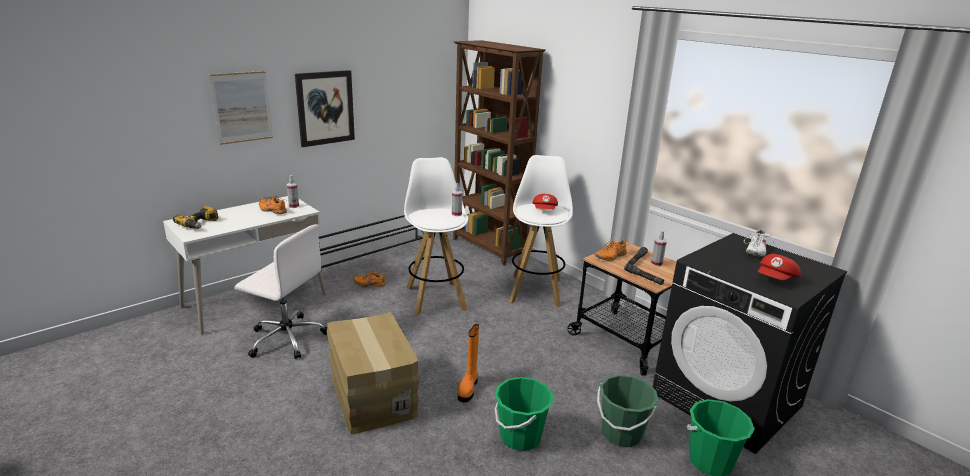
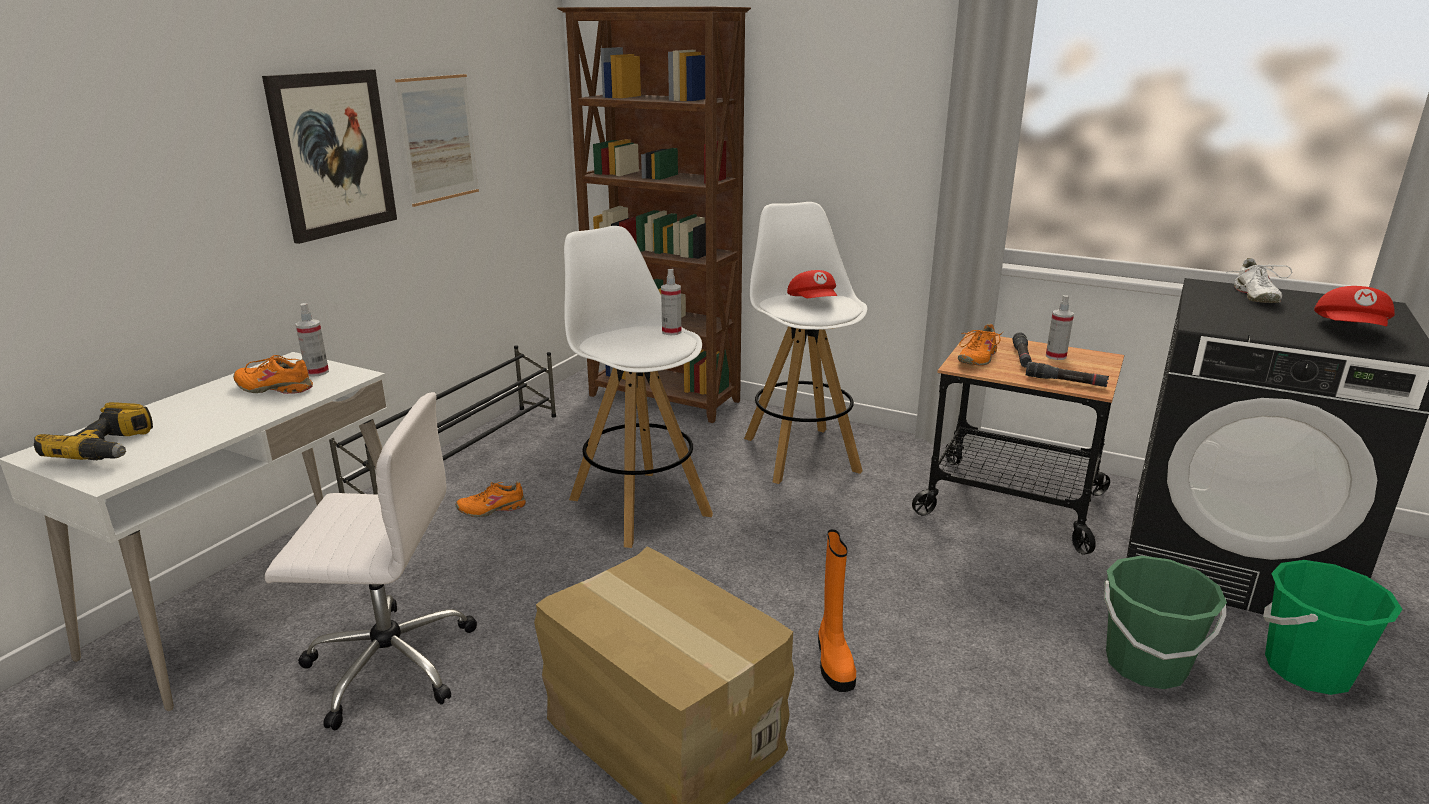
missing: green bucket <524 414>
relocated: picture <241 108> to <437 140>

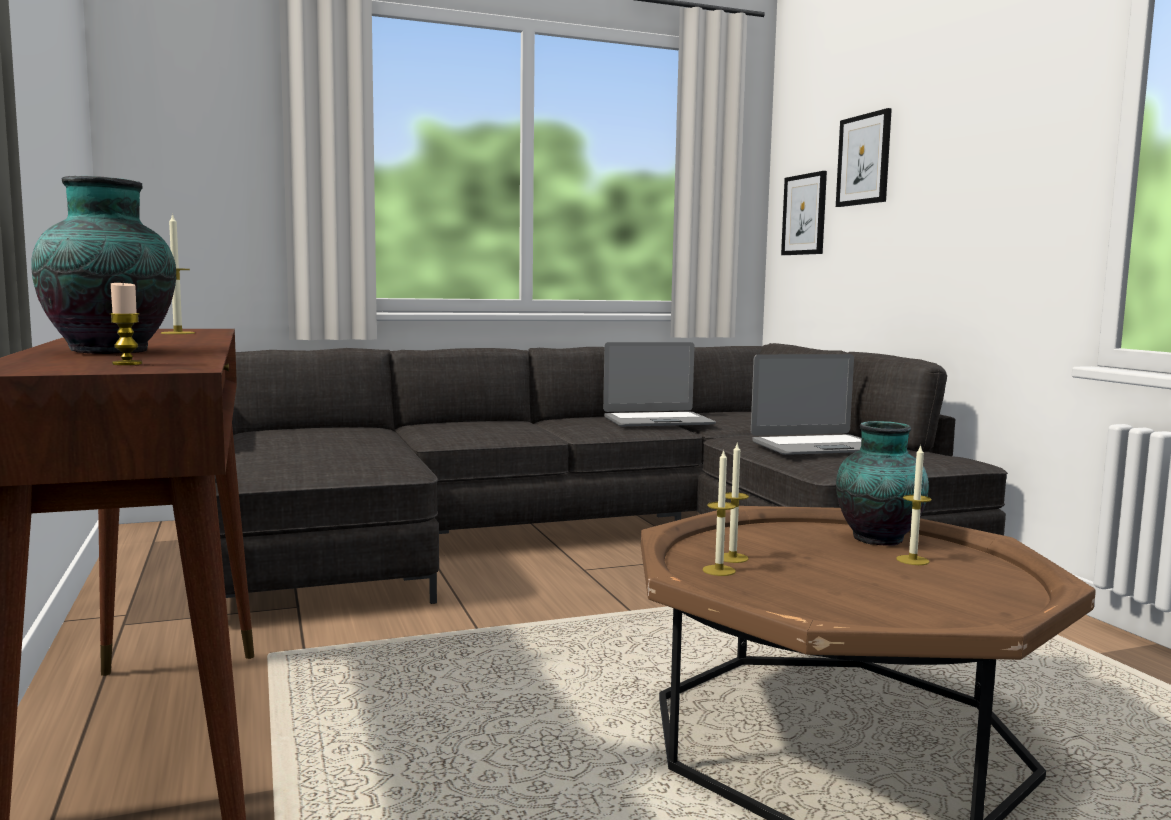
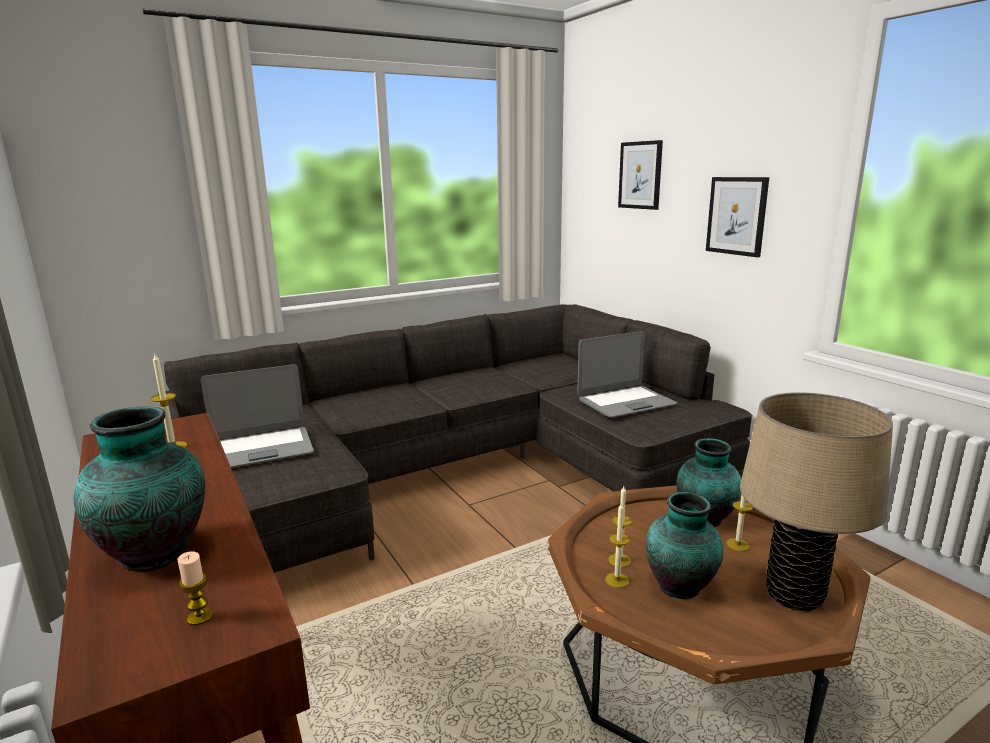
appeared: vase <684 545>; beige table lamp <816 502>
relocated: laptop <659 384> to <257 416>; picture <804 213> to <737 217>

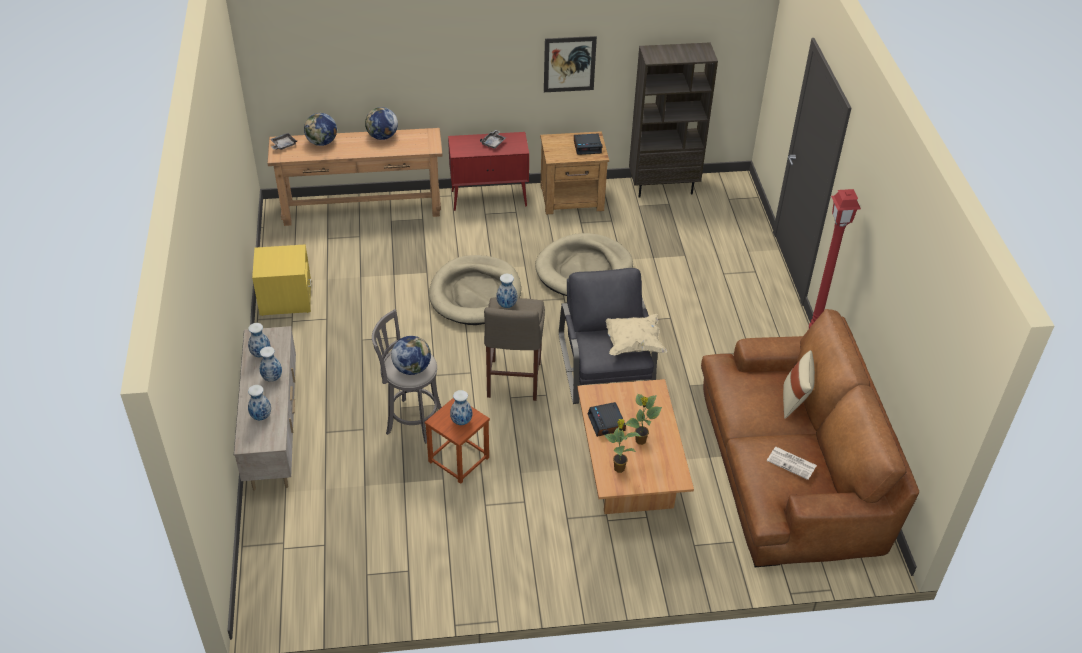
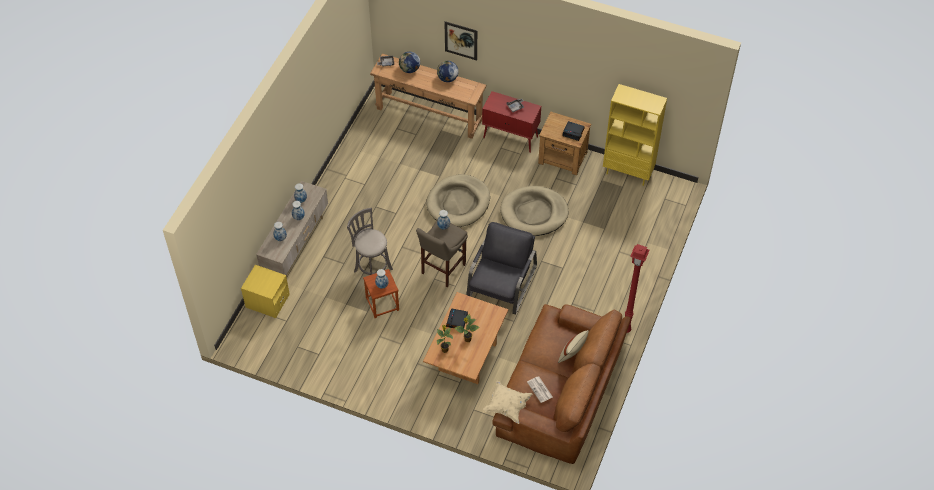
missing: globe <411 355>
relocated: yellow nightstand <281 280> to <265 291>; picture <570 64> to <460 40>; beige pillow <636 334> to <507 402>
colour: brown bookcase <673 120> to yellow bookcase <635 135>

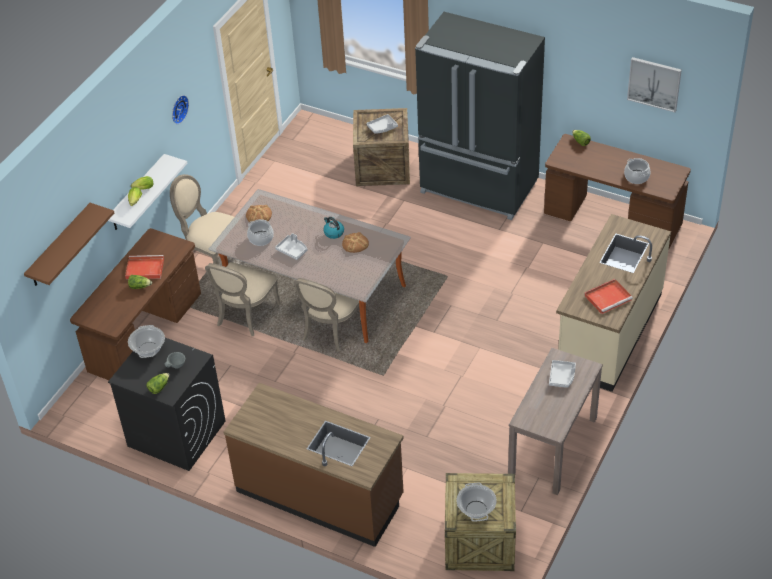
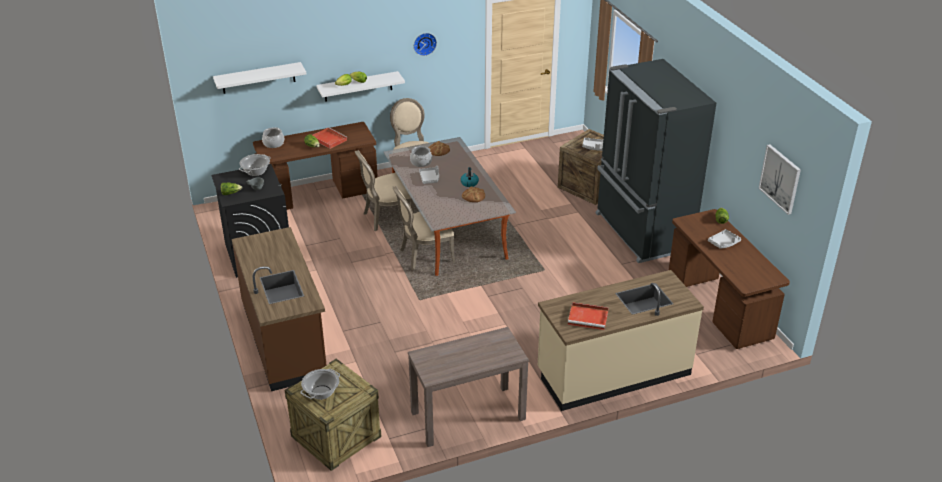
relocated: cooking pot <637 171> to <273 137>; grey tray <562 374> to <724 238>
colour: brown shelf <69 244> to white shelf <259 78>

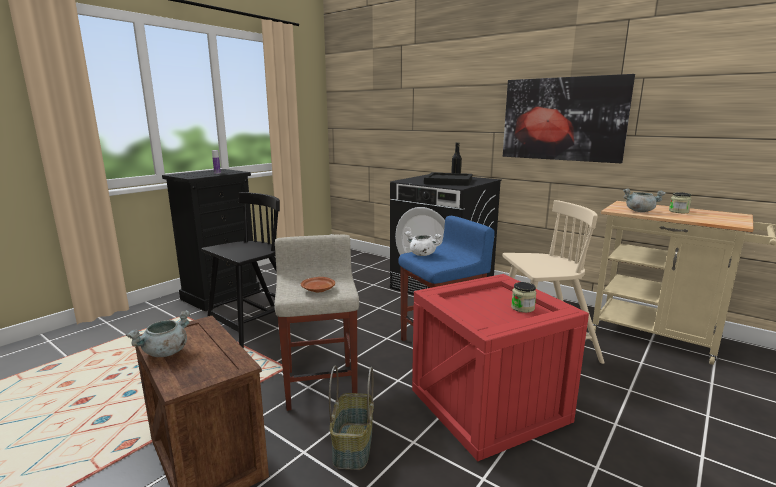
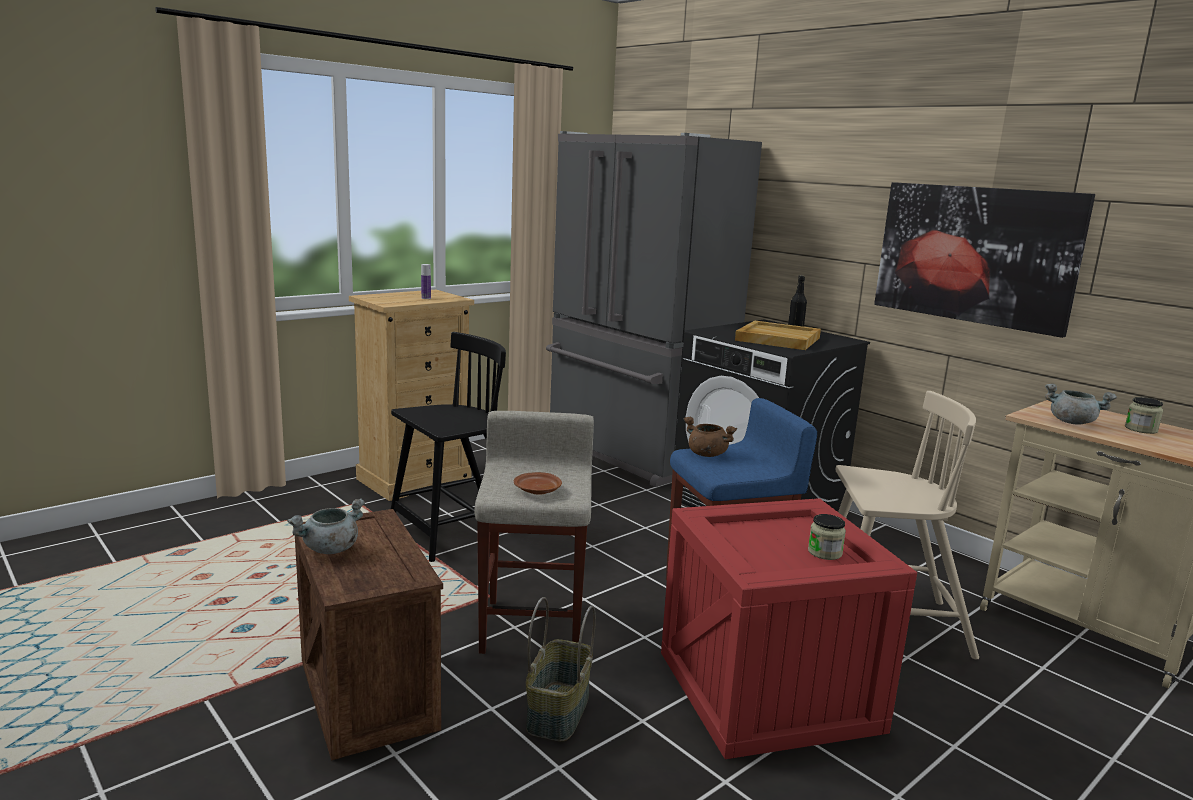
appeared: grey fridge <654 309>
colour: black dresser <211 240> to beige dresser <411 395>; white cooking pot <423 243> to brown cooking pot <710 437>; black tray <448 179> to beige tray <778 335>

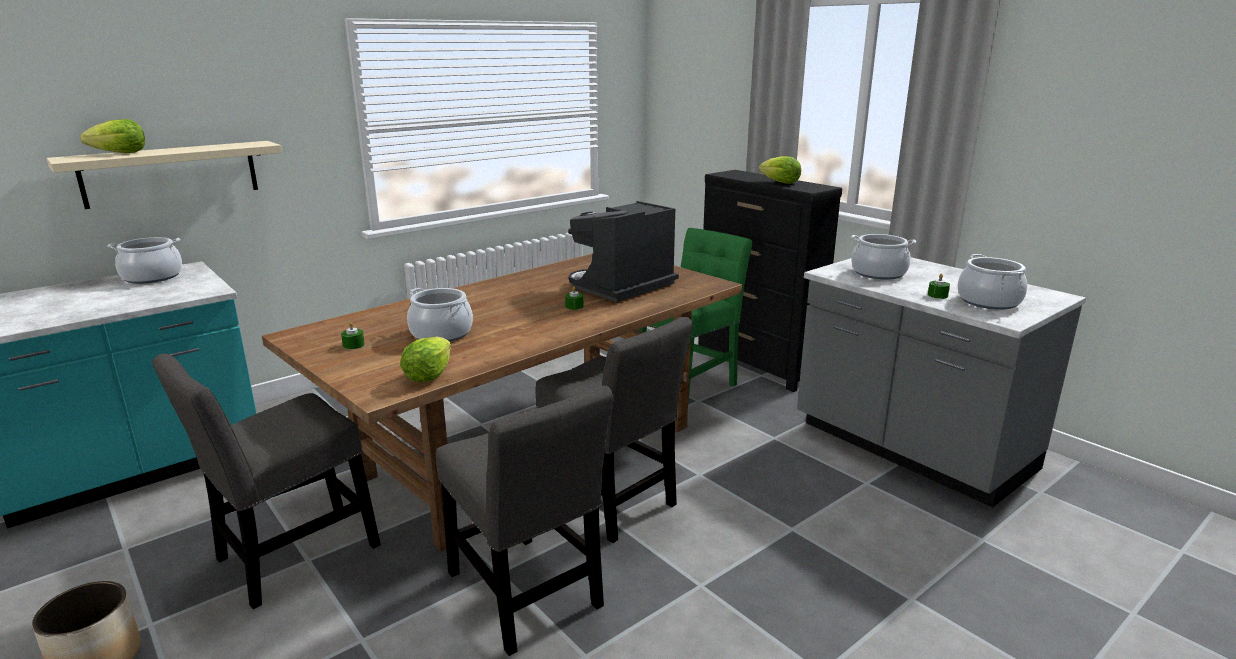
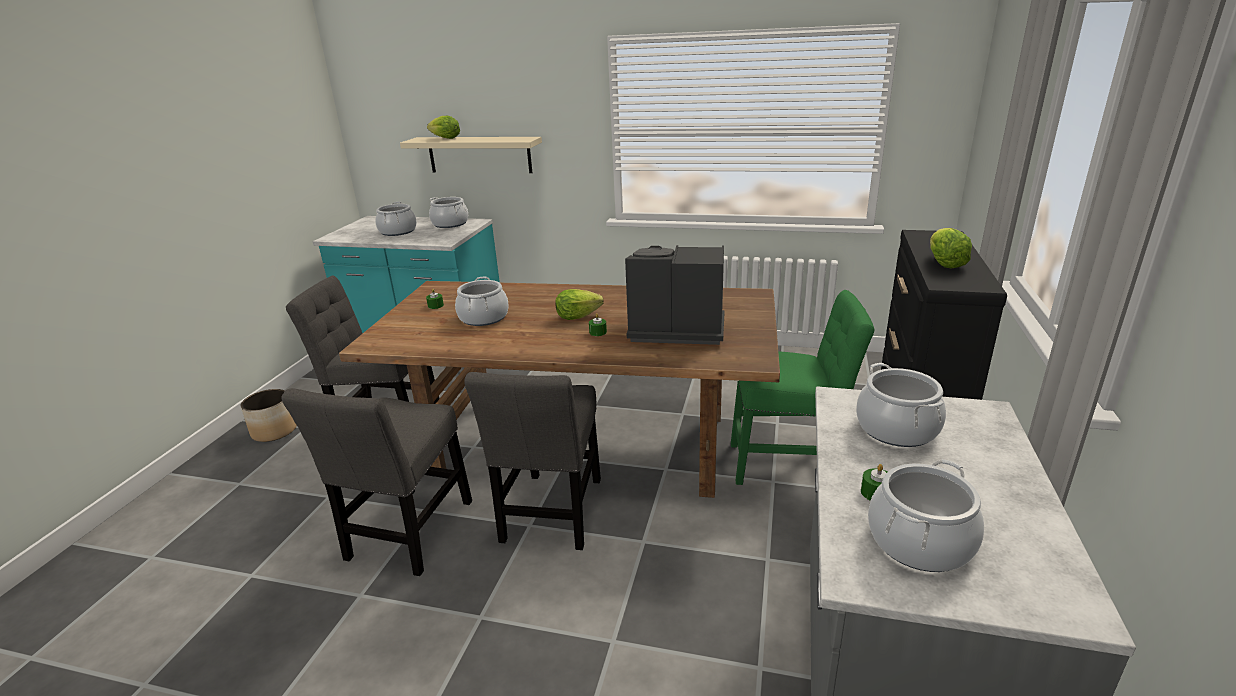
appeared: cooking pot <396 219>
relocated: lettuce <425 359> to <579 304>

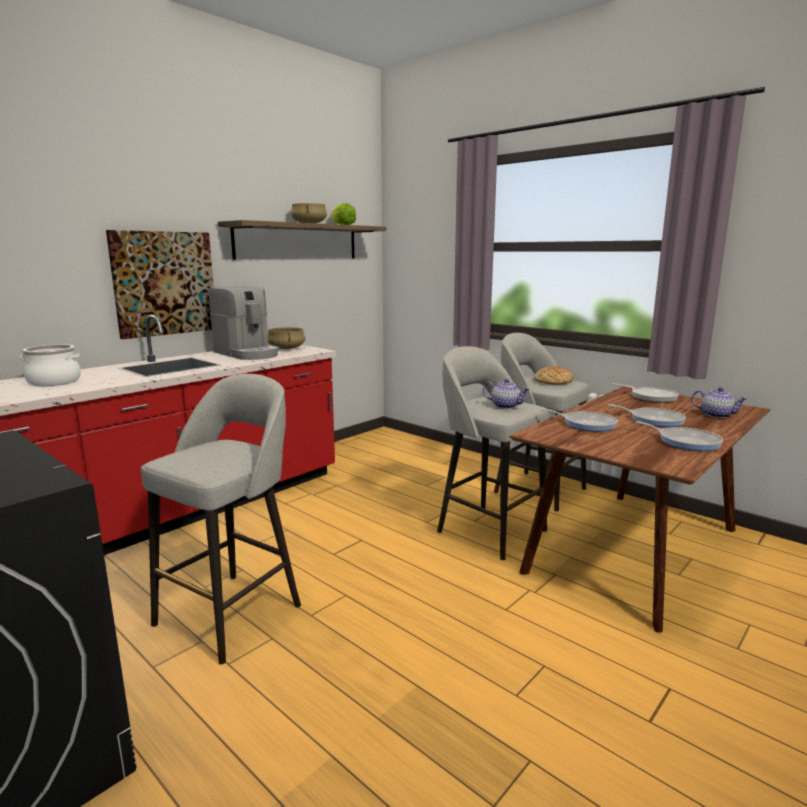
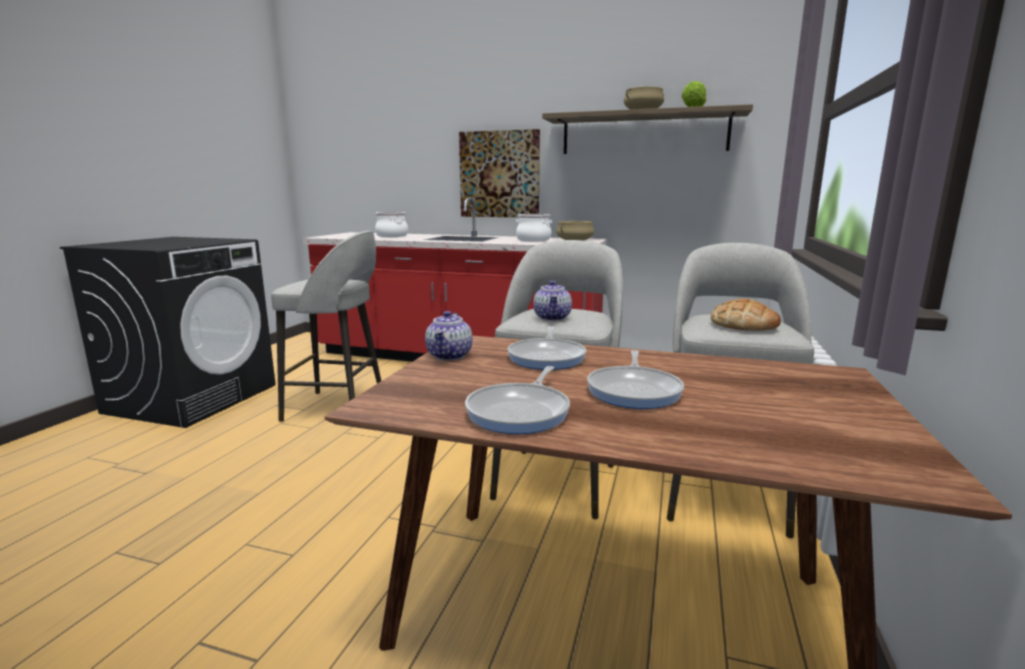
missing: frying pan <645 393>
relocated: teapot <719 402> to <448 335>
exchanged: coffee machine <243 323> to cooking pot <534 227>

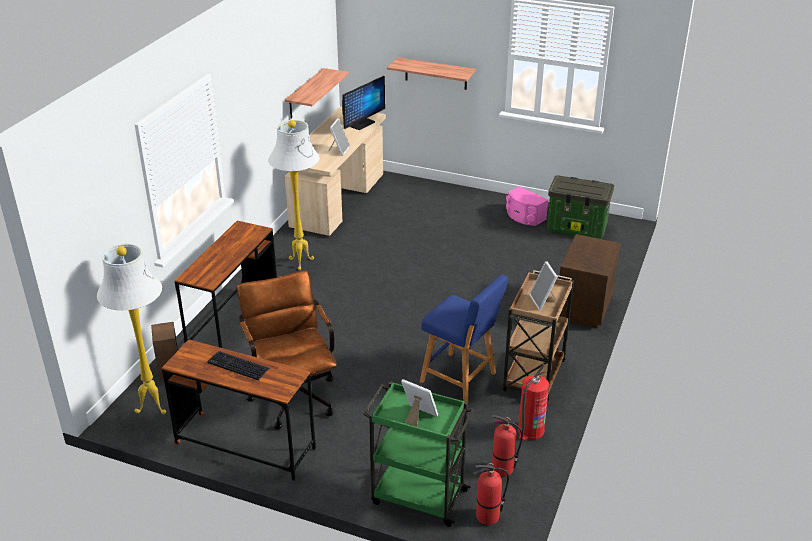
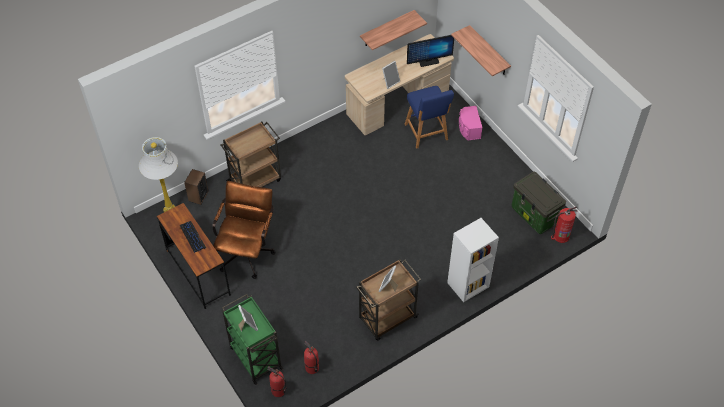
missing: white floor lamp <294 195>
relocated: blue stool <464 338> to <429 117>; pink speaker <527 206> to <471 123>; fire extinguisher <533 402> to <564 224>
exchanged: brown desk <226 284> to brown cart <250 154>; brown nightstand <590 281> to white bookcase <473 260>

